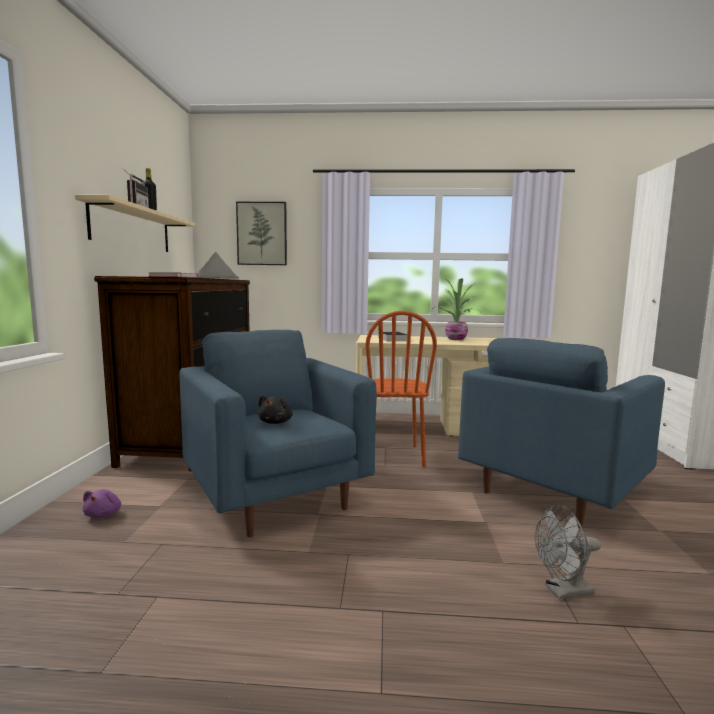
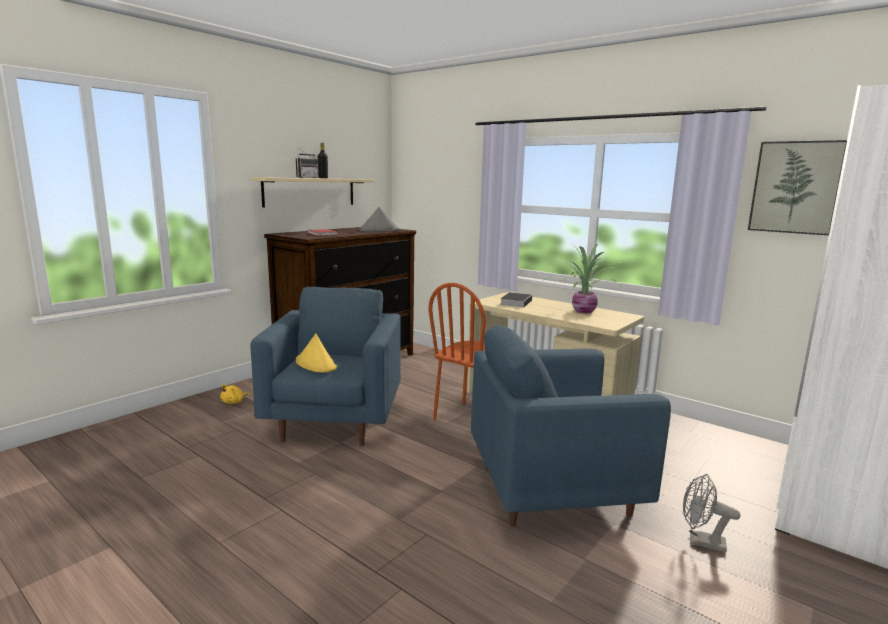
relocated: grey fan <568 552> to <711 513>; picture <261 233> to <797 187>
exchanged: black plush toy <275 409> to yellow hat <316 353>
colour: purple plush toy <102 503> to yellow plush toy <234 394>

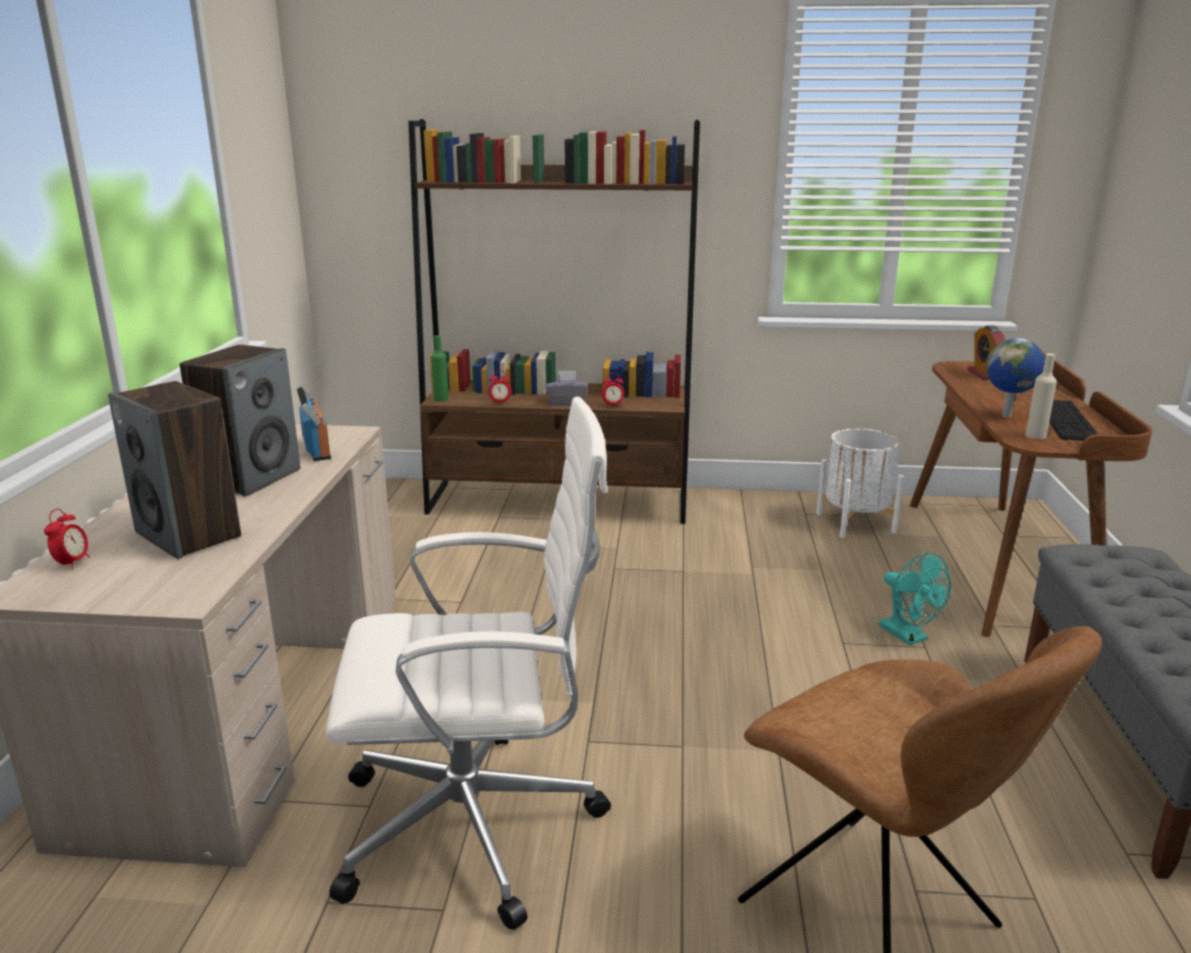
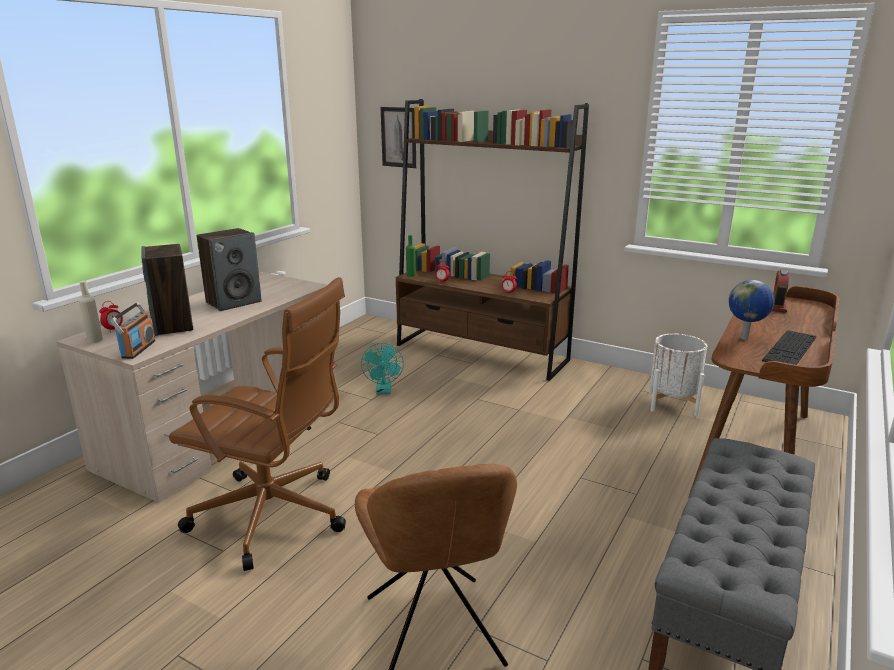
missing: grey tissue box <566 388>
appeared: picture <398 137>
relocated: beige bottle <1041 396> to <91 312>; radio <314 423> to <133 330>; turquoise fan <915 598> to <382 368>
colour: white office chair <468 663> to brown office chair <257 424>

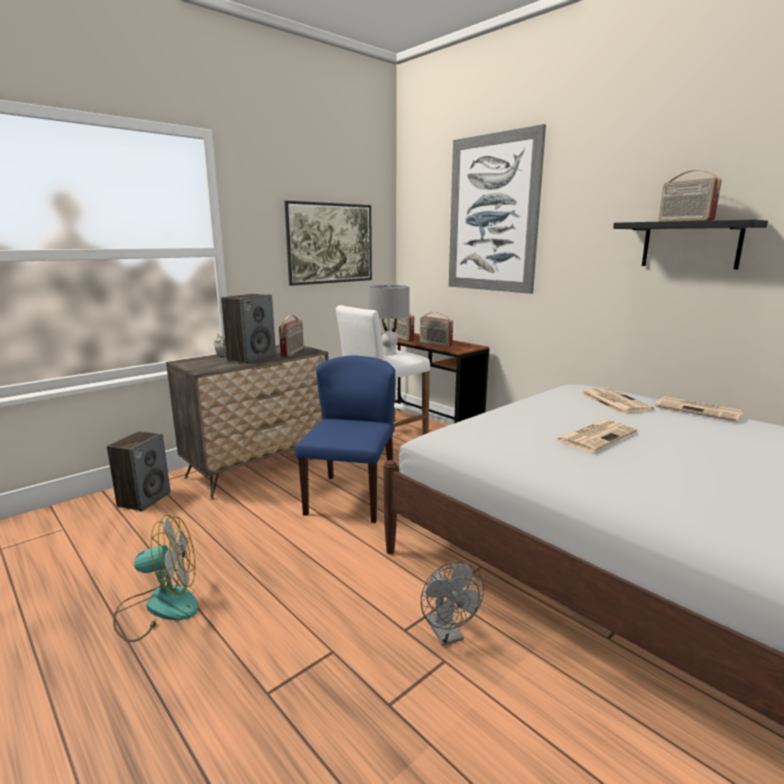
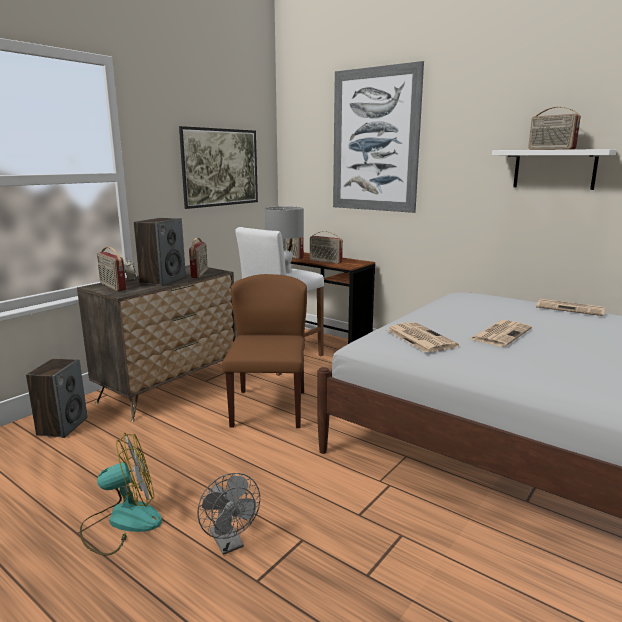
appeared: radio <111 269>
relocated: grey fan <452 603> to <228 514>; newspaper <617 400> to <423 337>
colour: blue chair <345 439> to brown chair <264 351>; black shelf <690 244> to white shelf <554 169>

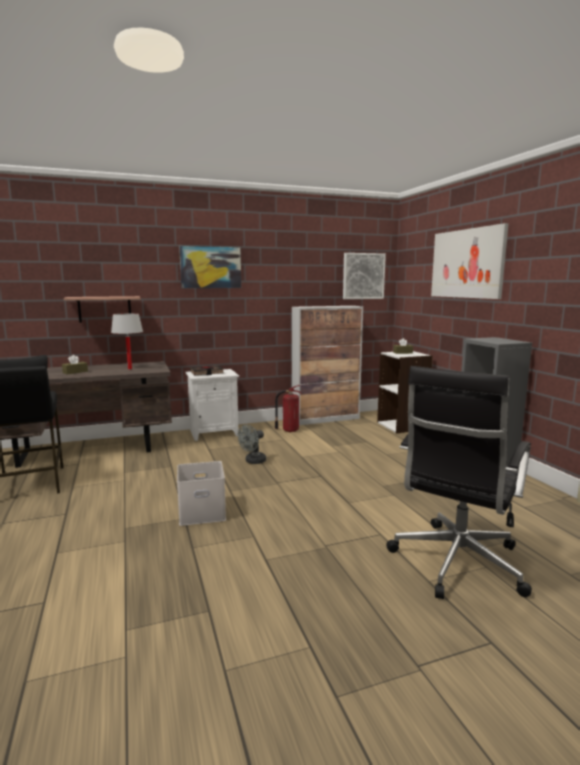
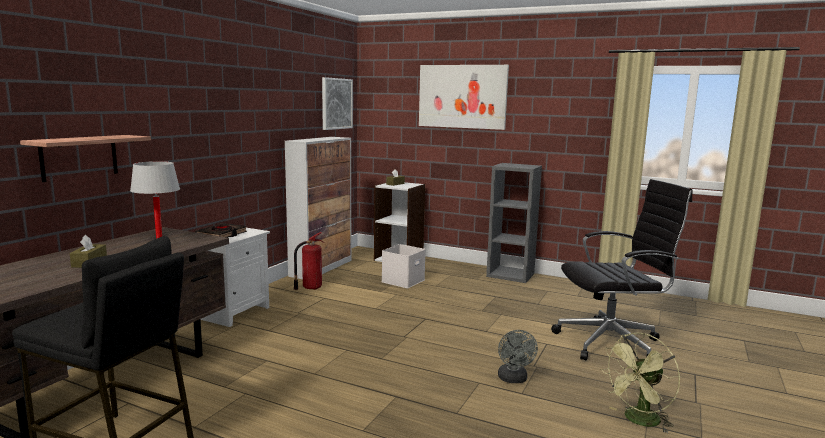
missing: picture <210 267>
appeared: green fan <640 383>
relocated: white storage box <201 493> to <404 266>; grey fan <252 444> to <518 356>
spun: black office chair <459 482> = <622 269> 90 degrees counterclockwise

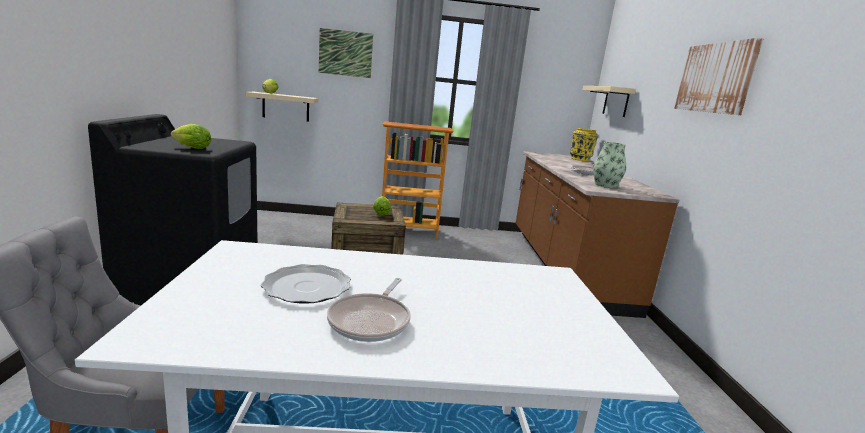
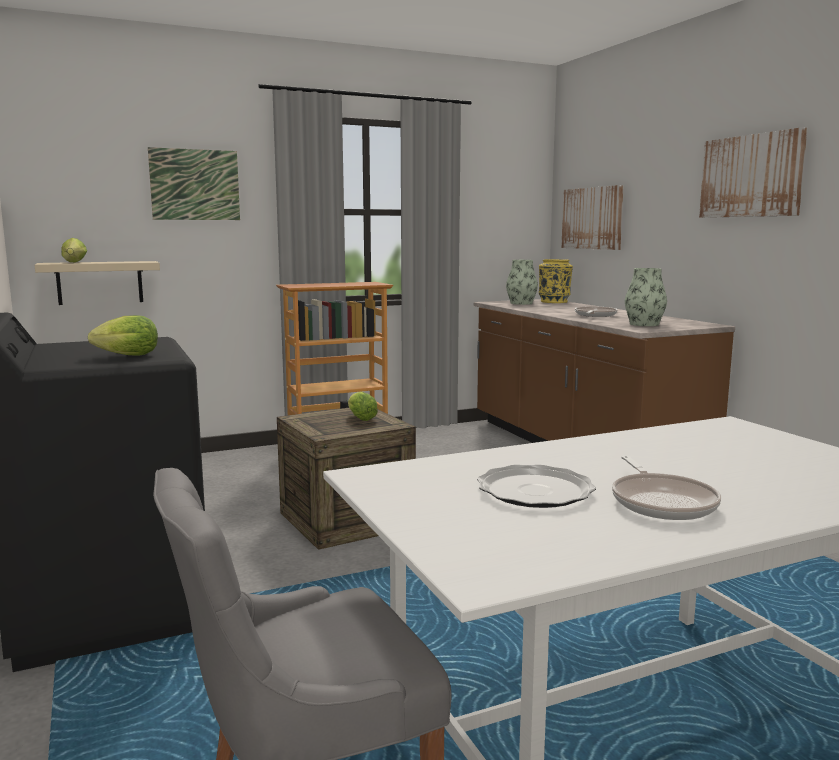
appeared: vase <522 282>
exchanged: beige shelf <609 101> to picture <592 217>

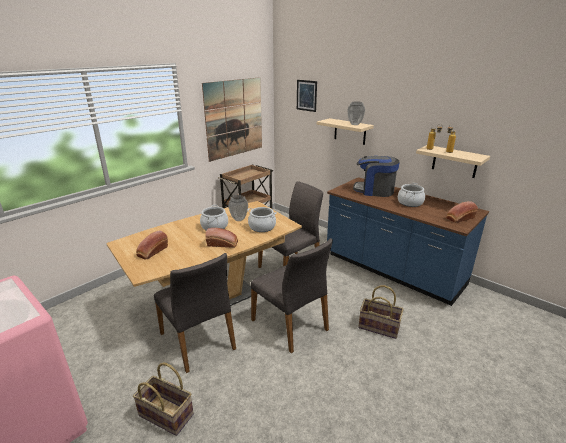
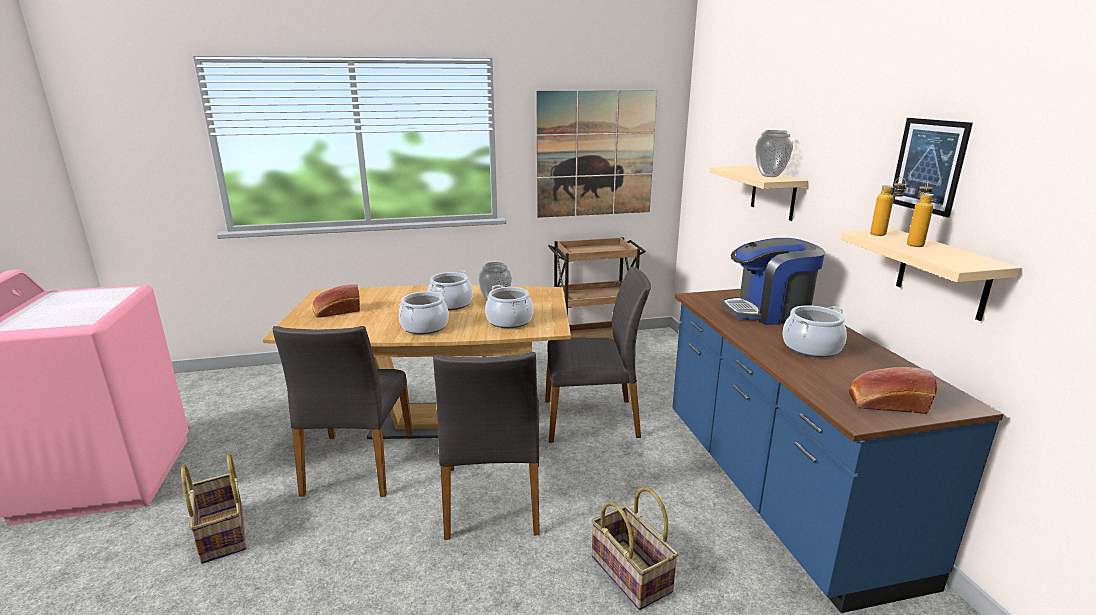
relocated: picture <307 96> to <932 167>
exchanged: bread <221 238> to cooking pot <424 312>
spun: coffee machine <376 176> = <773 281> 60 degrees counterclockwise

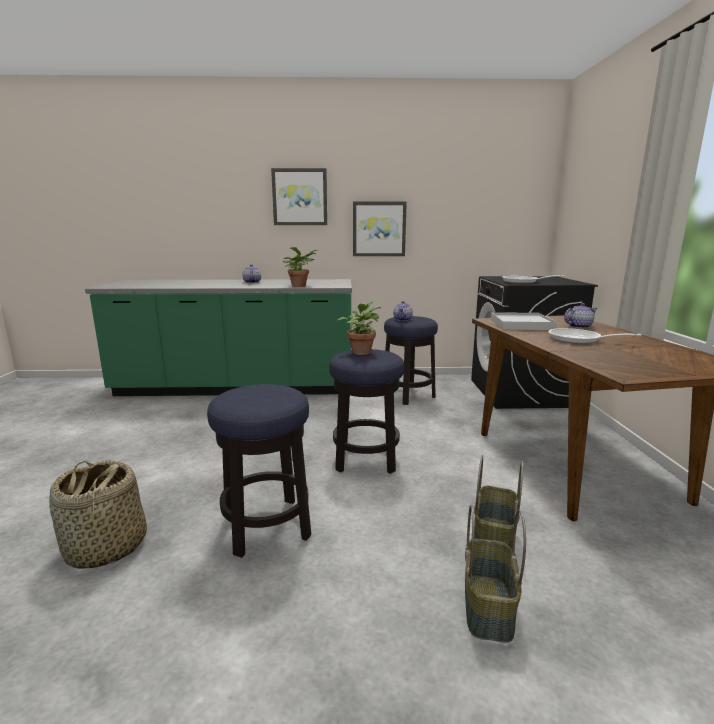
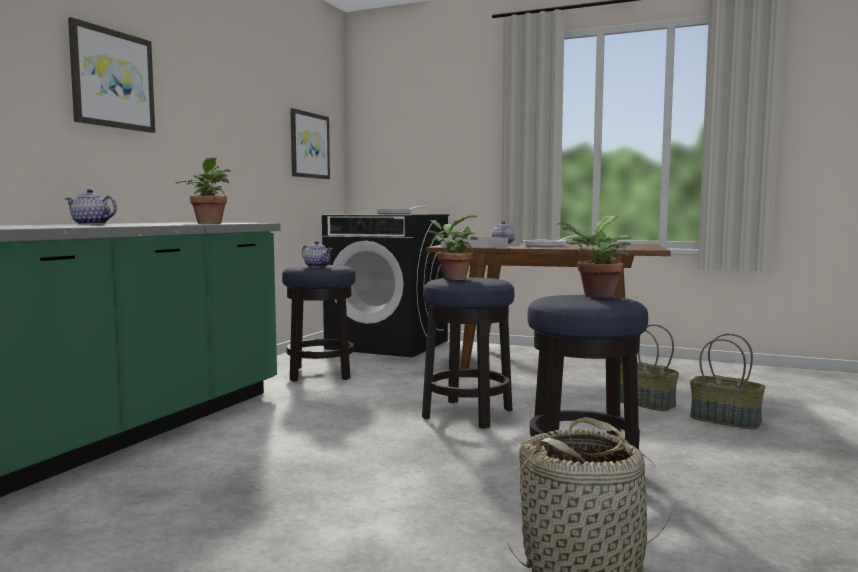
appeared: potted plant <593 257>
relocated: picture <380 228> to <310 143>

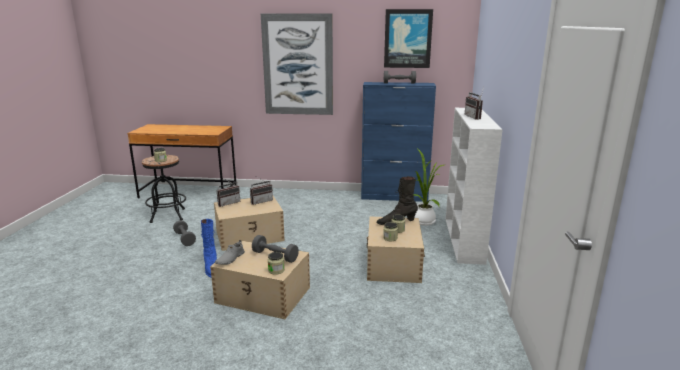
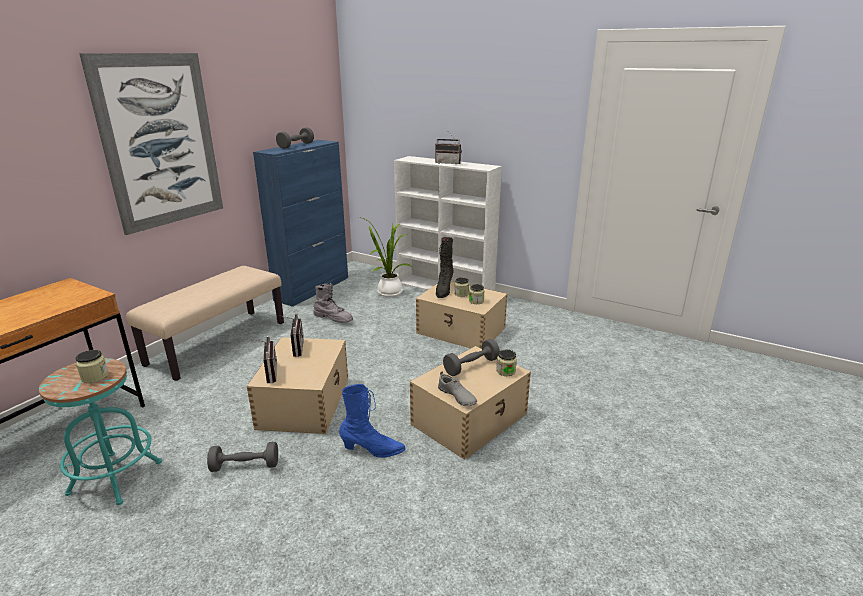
missing: picture <408 38>
appeared: beige bench <205 323>; grey boot <333 303>
colour: black stool <164 189> to turquoise stool <100 431>

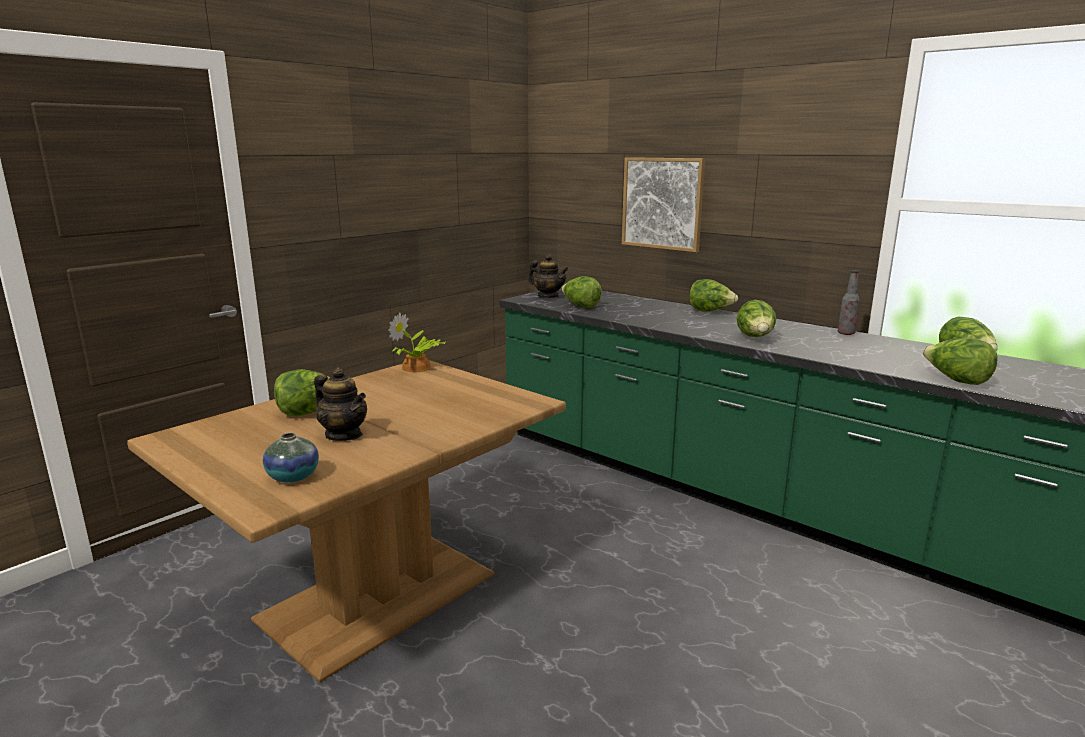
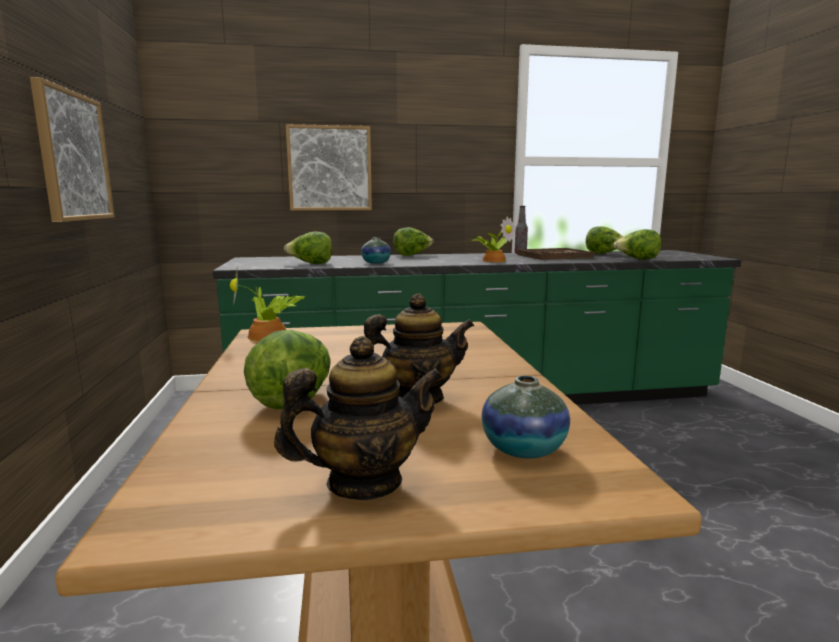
appeared: picture <72 149>; vase <376 250>; brown tray <555 254>
relocated: teapot <548 276> to <358 418>
exchanged: lettuce <756 318> to potted plant <493 239>

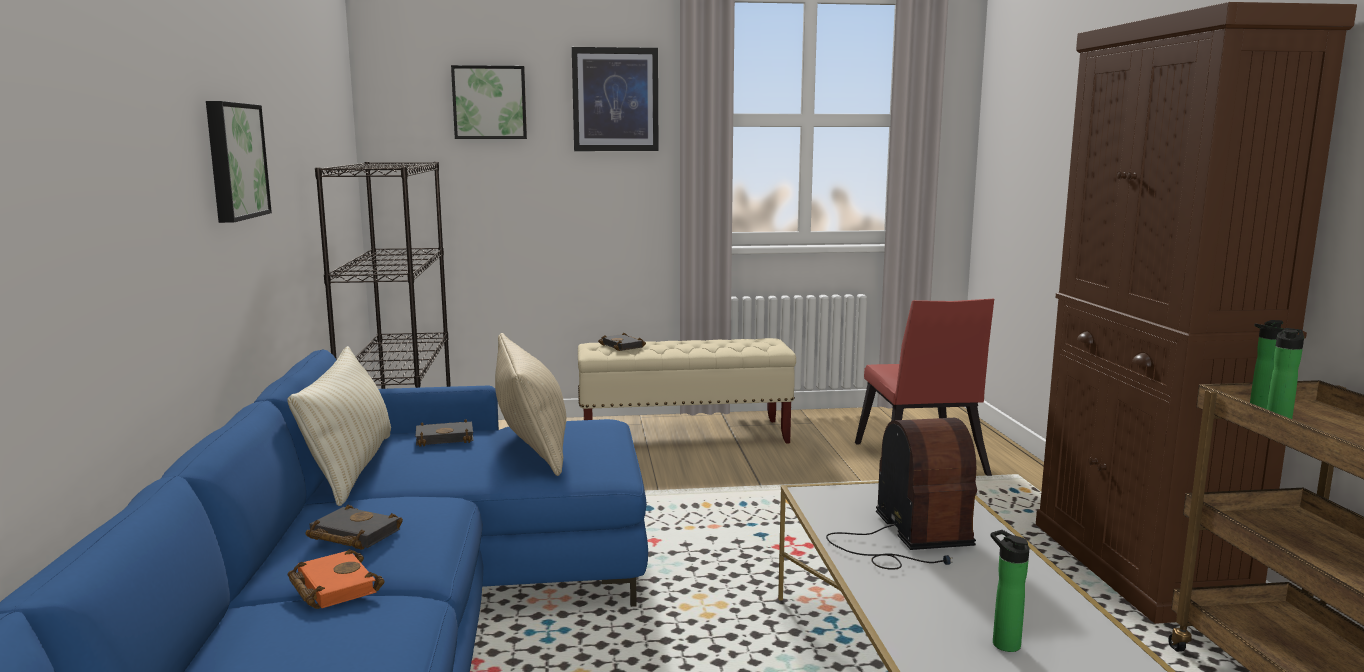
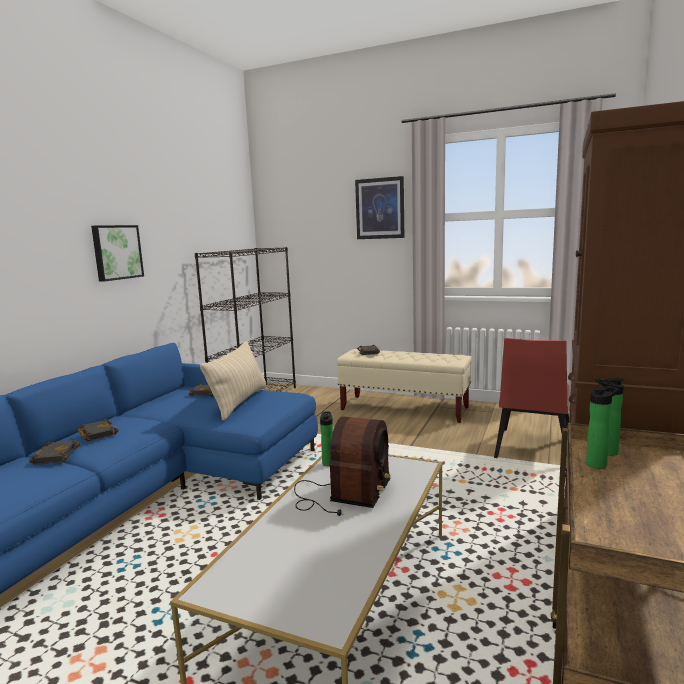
missing: beige pillow <339 426>; picture <489 102>
relocated: bottle <1010 591> to <326 438>
colour: orange book <336 579> to black book <54 452>

